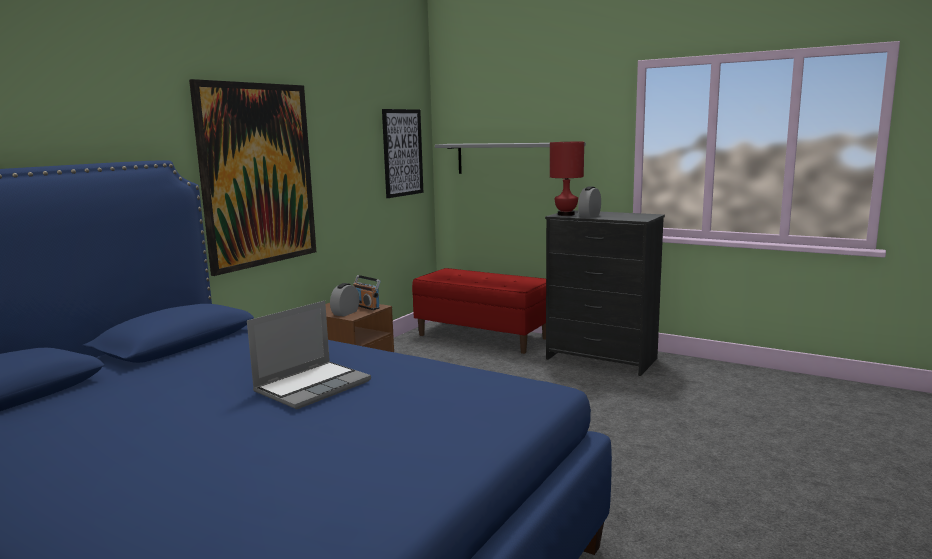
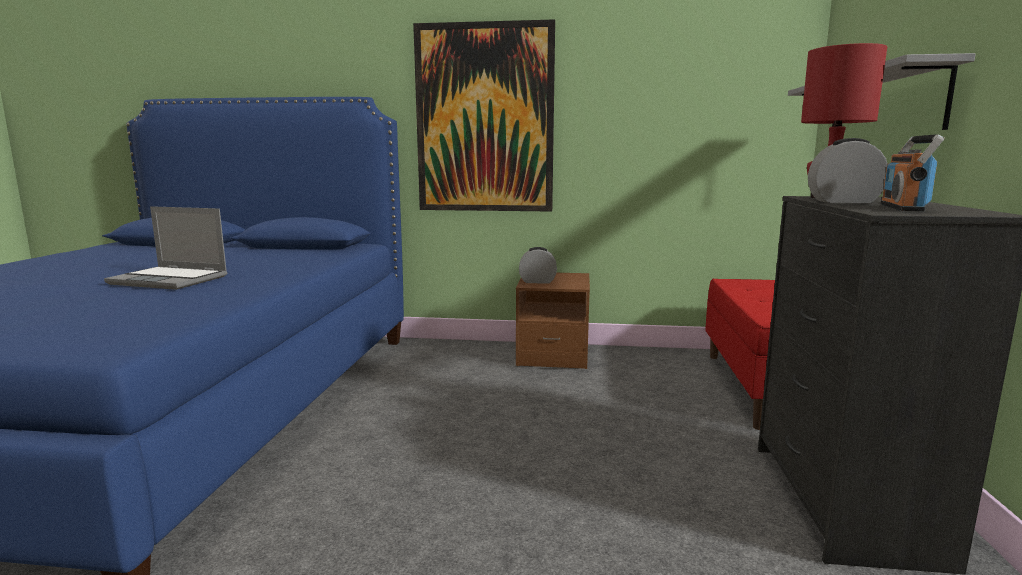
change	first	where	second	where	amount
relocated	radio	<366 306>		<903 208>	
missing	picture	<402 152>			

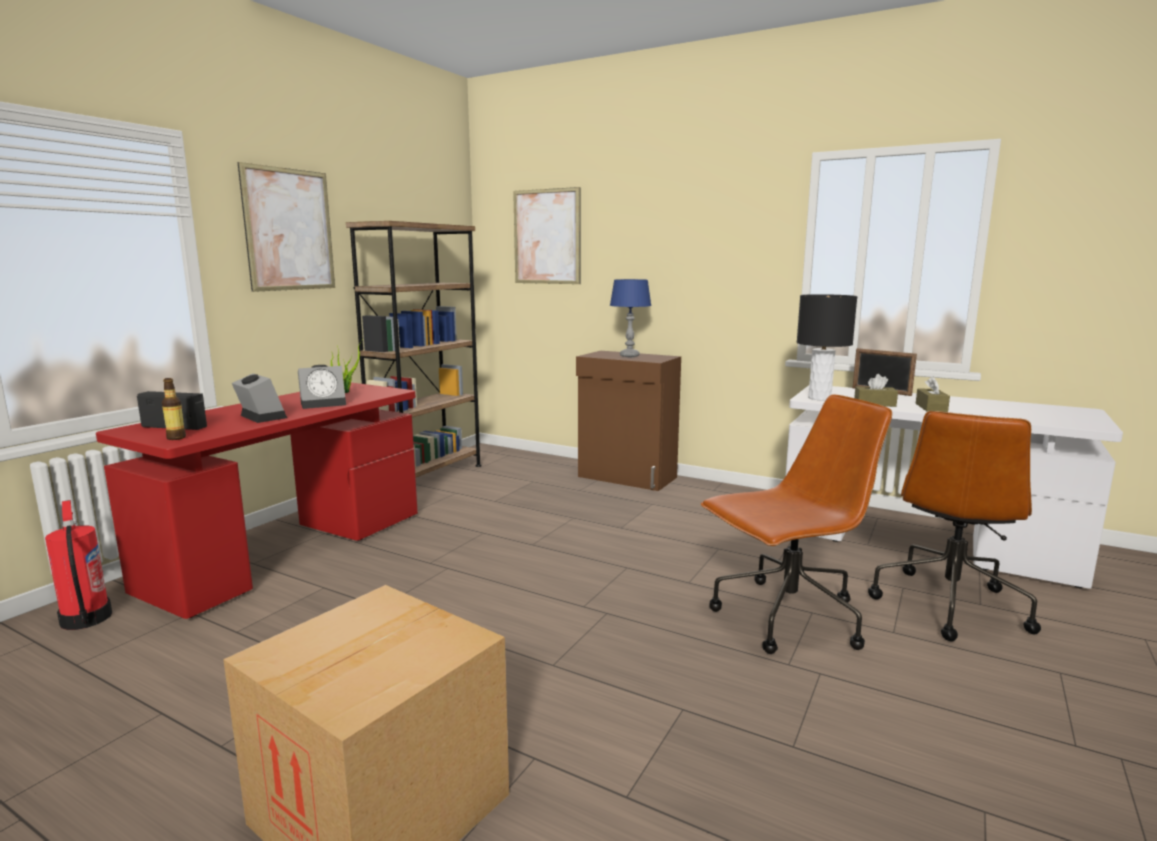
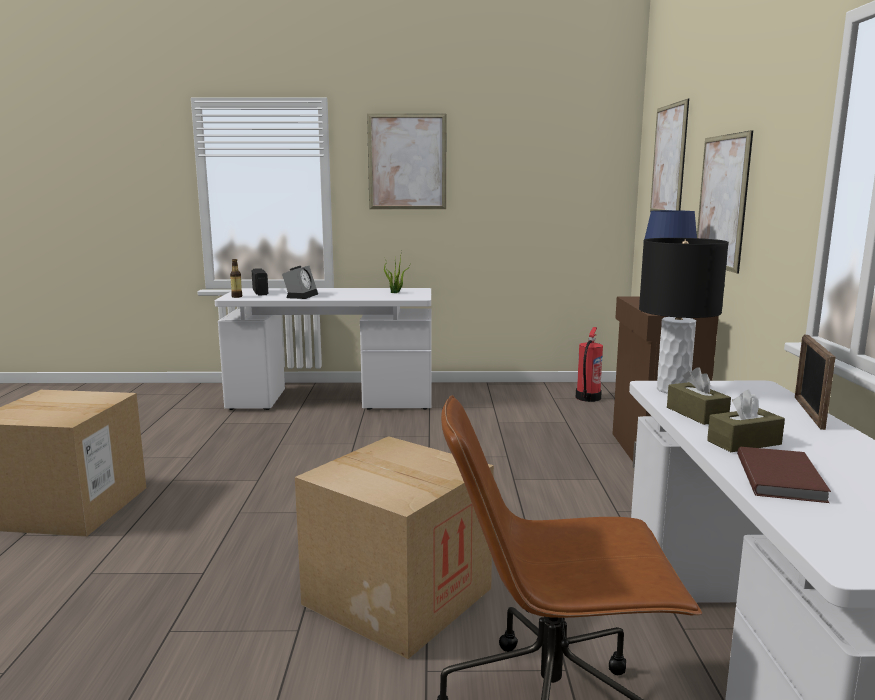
change	first	where	second	where	amount
relocated	fire_extinguisher	<85 619>		<587 398>	
colour	red_desk	<291 550>	white_desk	<332 400>	
missing	alarm_clock	<324 403>			
missing	brown_bookcase	<427 476>			
exchanged	brown_office_chair	<786 618>	cardboard_box	<398 596>	
appeared			picture	<722 202>	
appeared			brown_book	<782 477>	

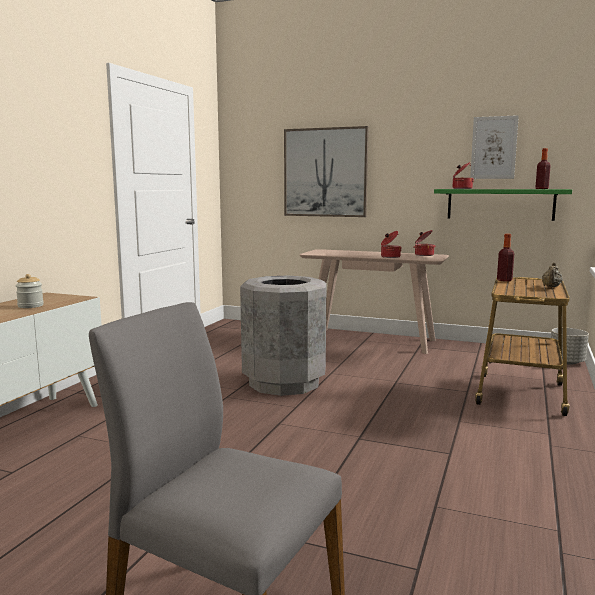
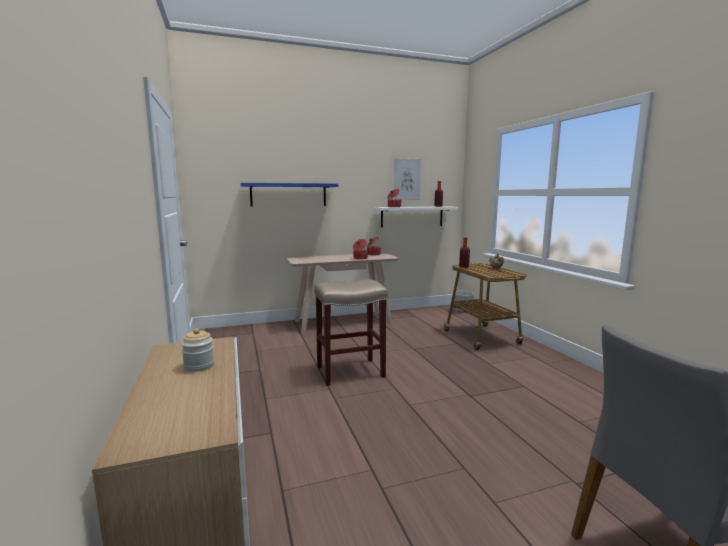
change	first	where	second	where	amount
exchanged	grey_trash_can	<284 382>	beige_stool	<351 371>	
exchanged	picture	<325 172>	blue_shelf	<288 195>	
colour	green_shelf	<500 204>	white_shelf	<412 216>	

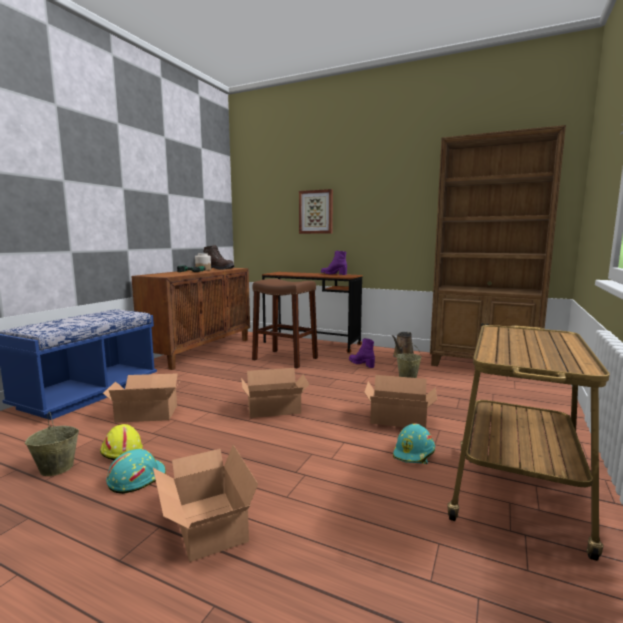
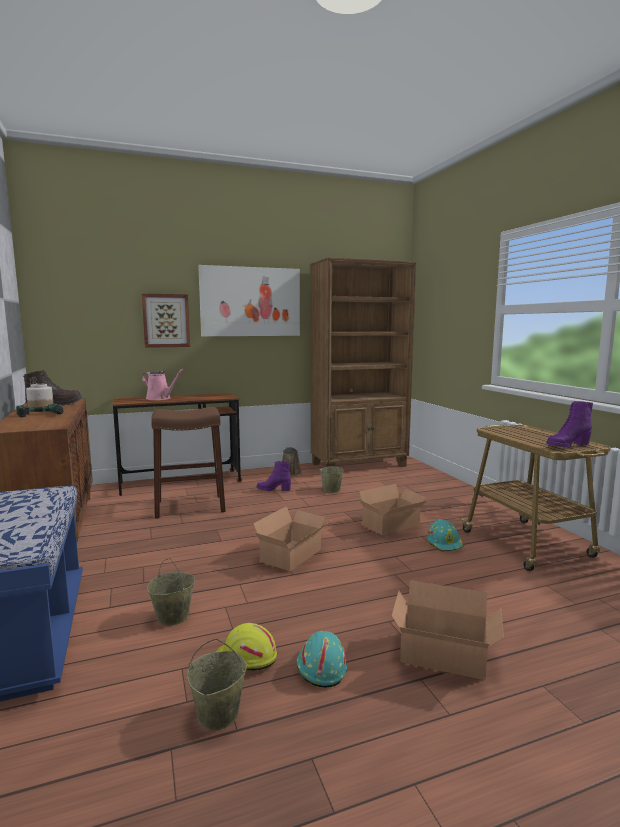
change	first	where	second	where	amount
exchanged	cardboard_box	<146 413>	beige_bucket	<172 617>	
relocated	purple_boot	<333 274>		<567 445>	
appeared			pink_watering_can	<160 398>	
appeared			picture	<250 302>	

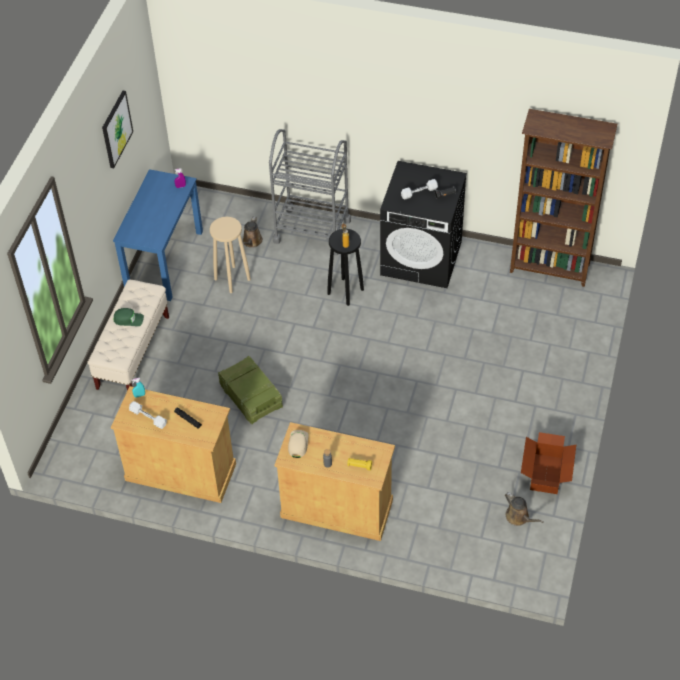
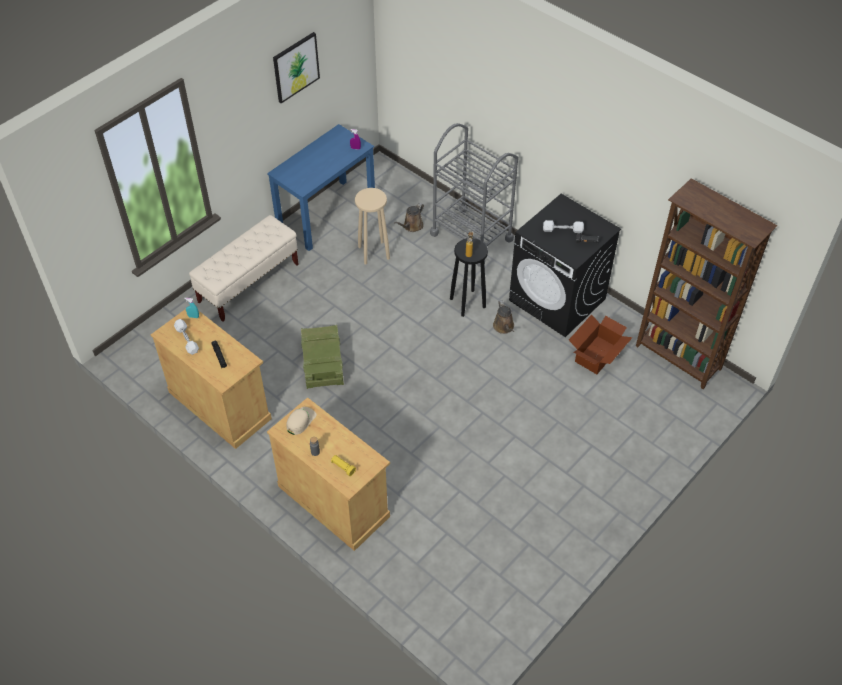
change	first	where	second	where	amount
missing	green_cap	<128 319>			
relocated	brown_watering_can	<519 517>		<504 327>	
relocated	cardboard_box	<546 473>		<597 355>	

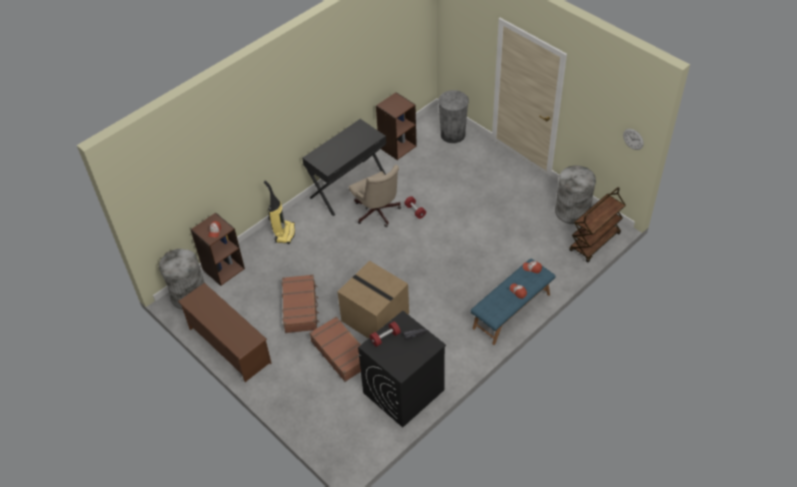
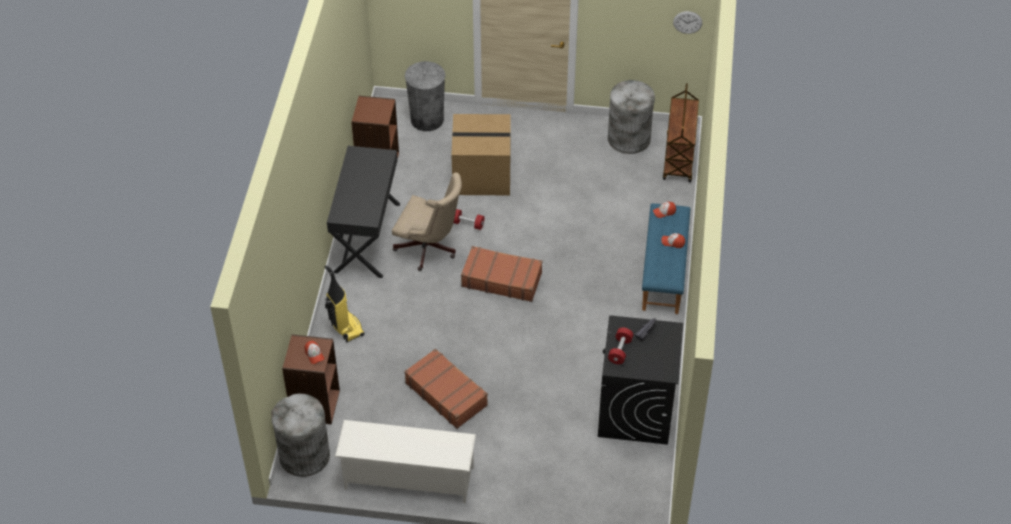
change	first	where	second	where	amount
colour	brown_shoe_rack	<229 345>	white_shoe_rack	<408 478>	
relocated	brown_suitcase	<341 352>		<501 279>	
relocated	cardboard_box	<374 317>		<481 175>	

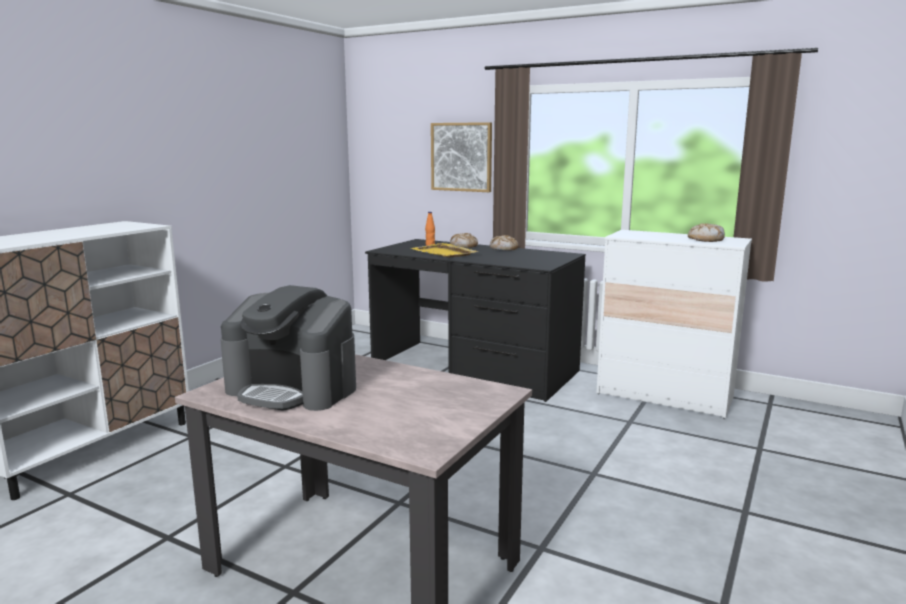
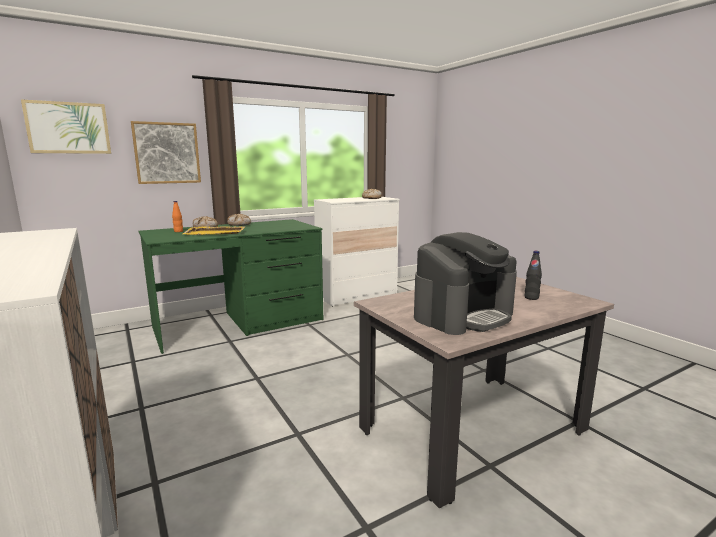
change	first	where	second	where	amount
colour	black_desk	<474 368>	green_desk	<239 323>	
appeared			picture	<68 128>	
appeared			black_bottle	<531 298>	

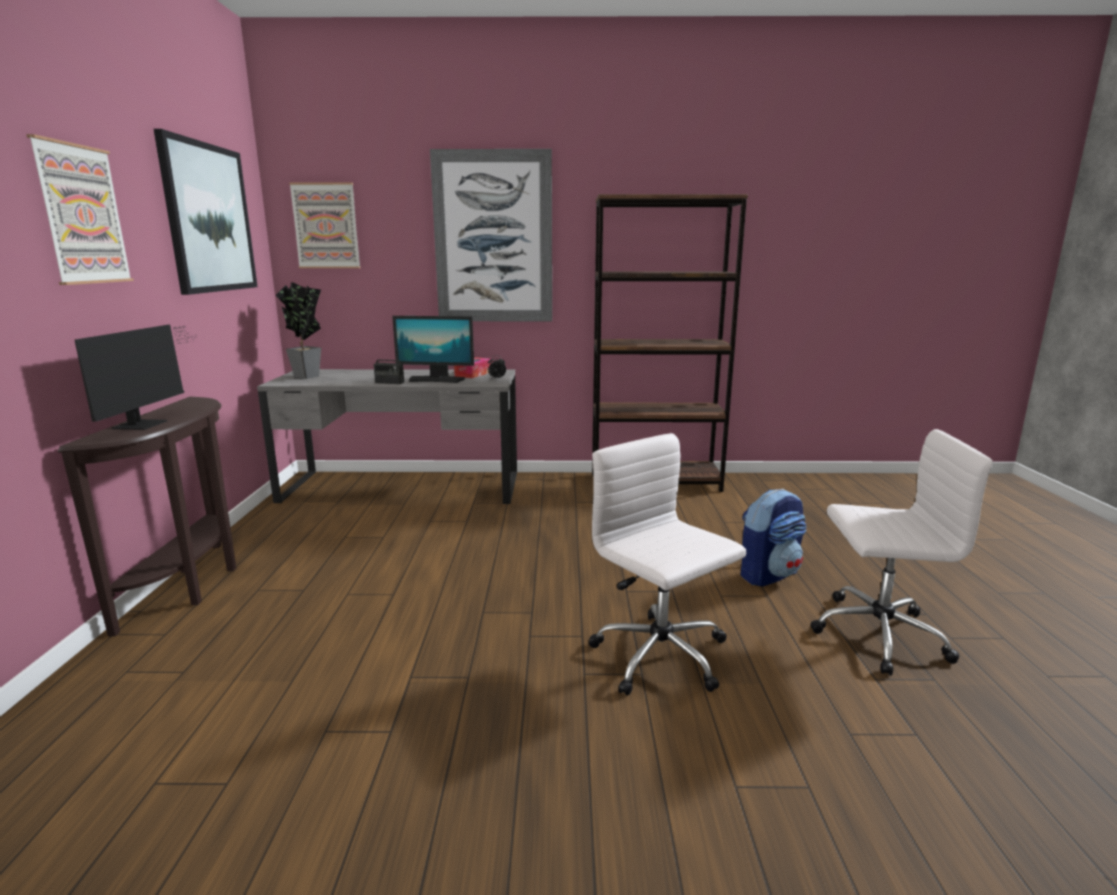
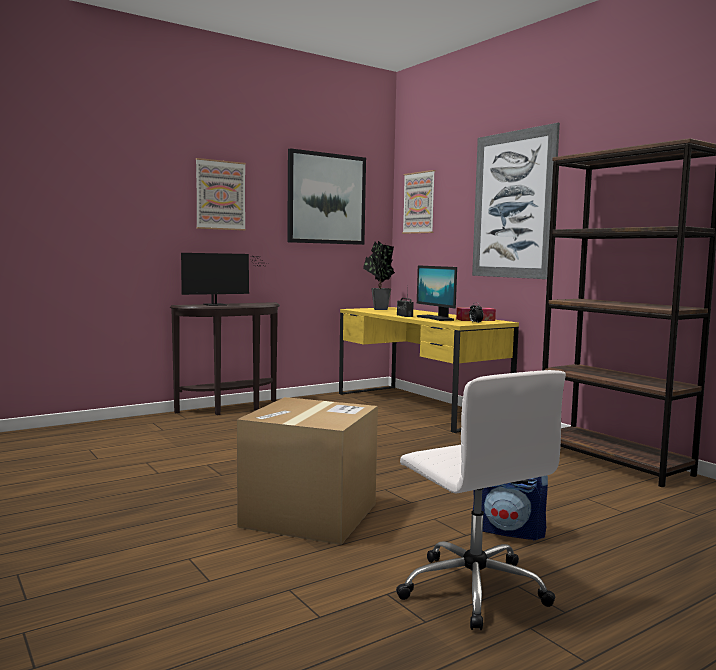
change	first	where	second	where	amount
colour	grey_desk	<402 487>	yellow_desk	<418 407>	
exchanged	white_office_chair	<661 657>	cardboard_box	<309 515>	

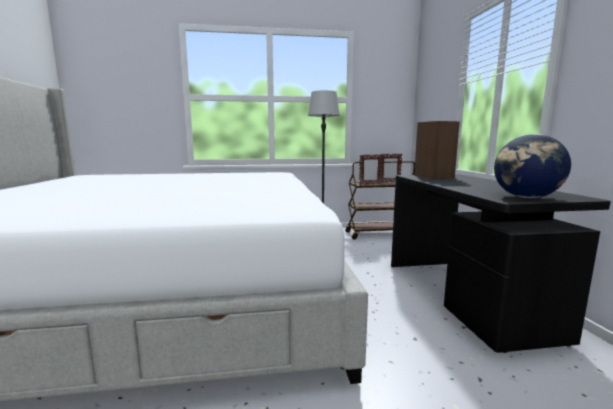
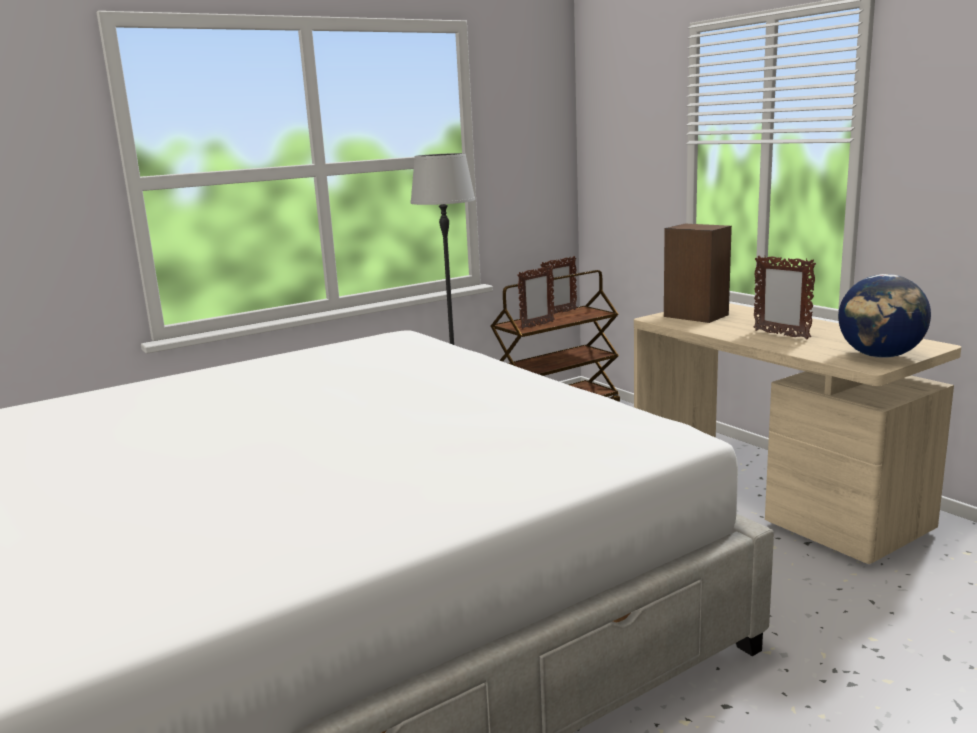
change	first	where	second	where	amount
colour	black_desk	<464 296>	beige_desk	<773 499>	
appeared			picture_frame	<781 334>	

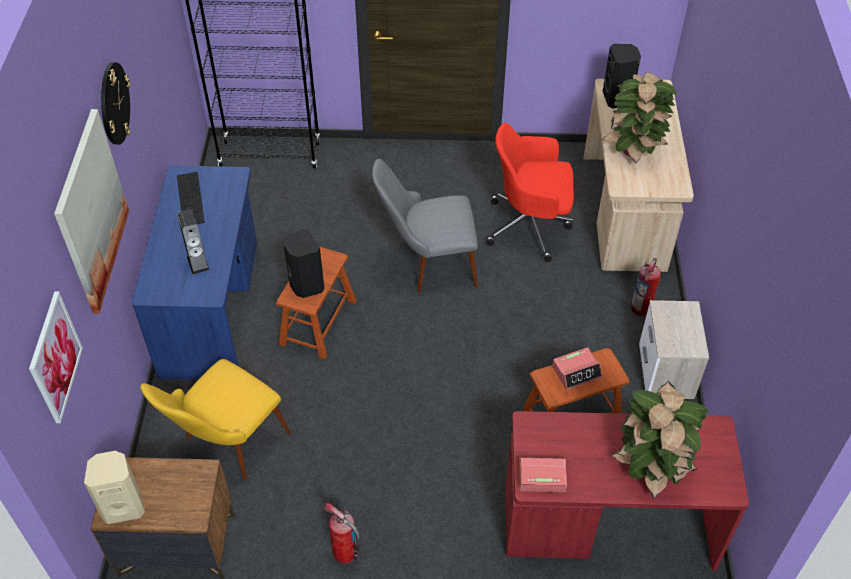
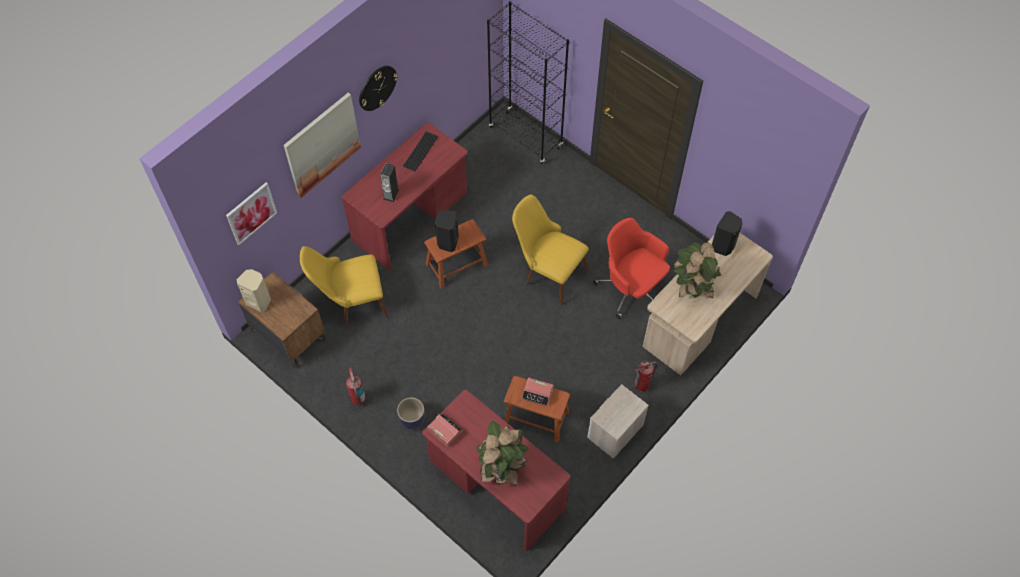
change	first	where	second	where	amount
colour	blue_desk	<212 307>	red_desk	<410 217>	
colour	grey_chair	<428 264>	yellow_chair	<547 272>	
appeared			planter	<412 419>	

